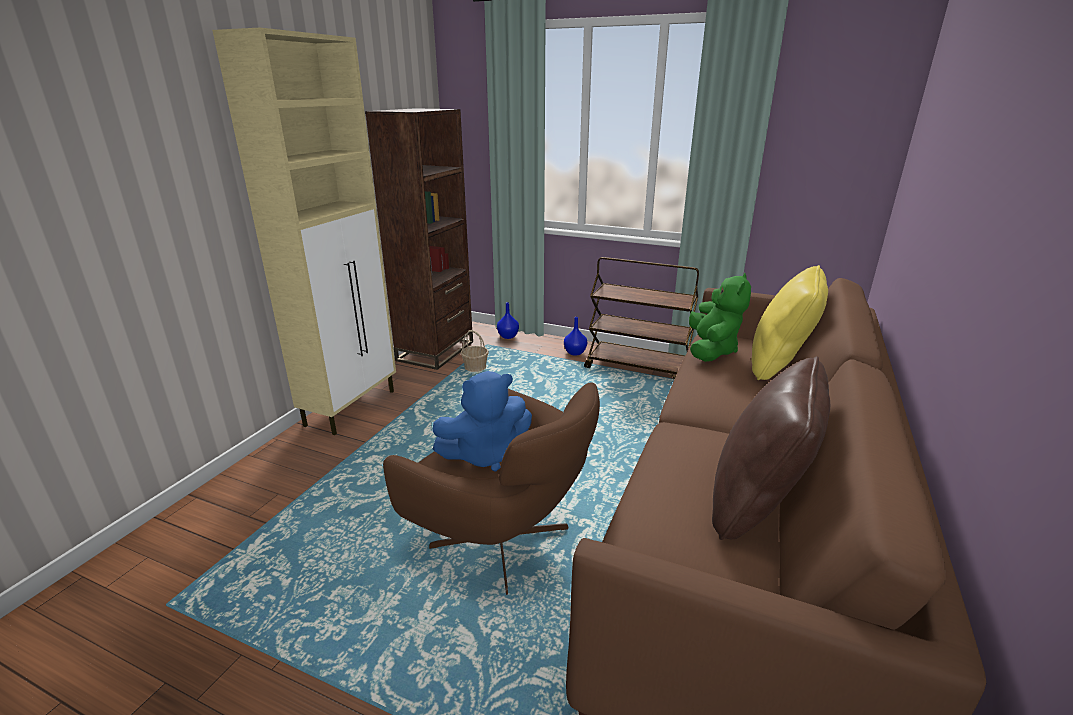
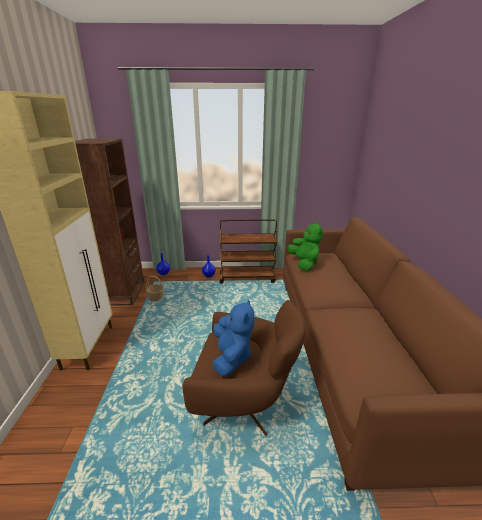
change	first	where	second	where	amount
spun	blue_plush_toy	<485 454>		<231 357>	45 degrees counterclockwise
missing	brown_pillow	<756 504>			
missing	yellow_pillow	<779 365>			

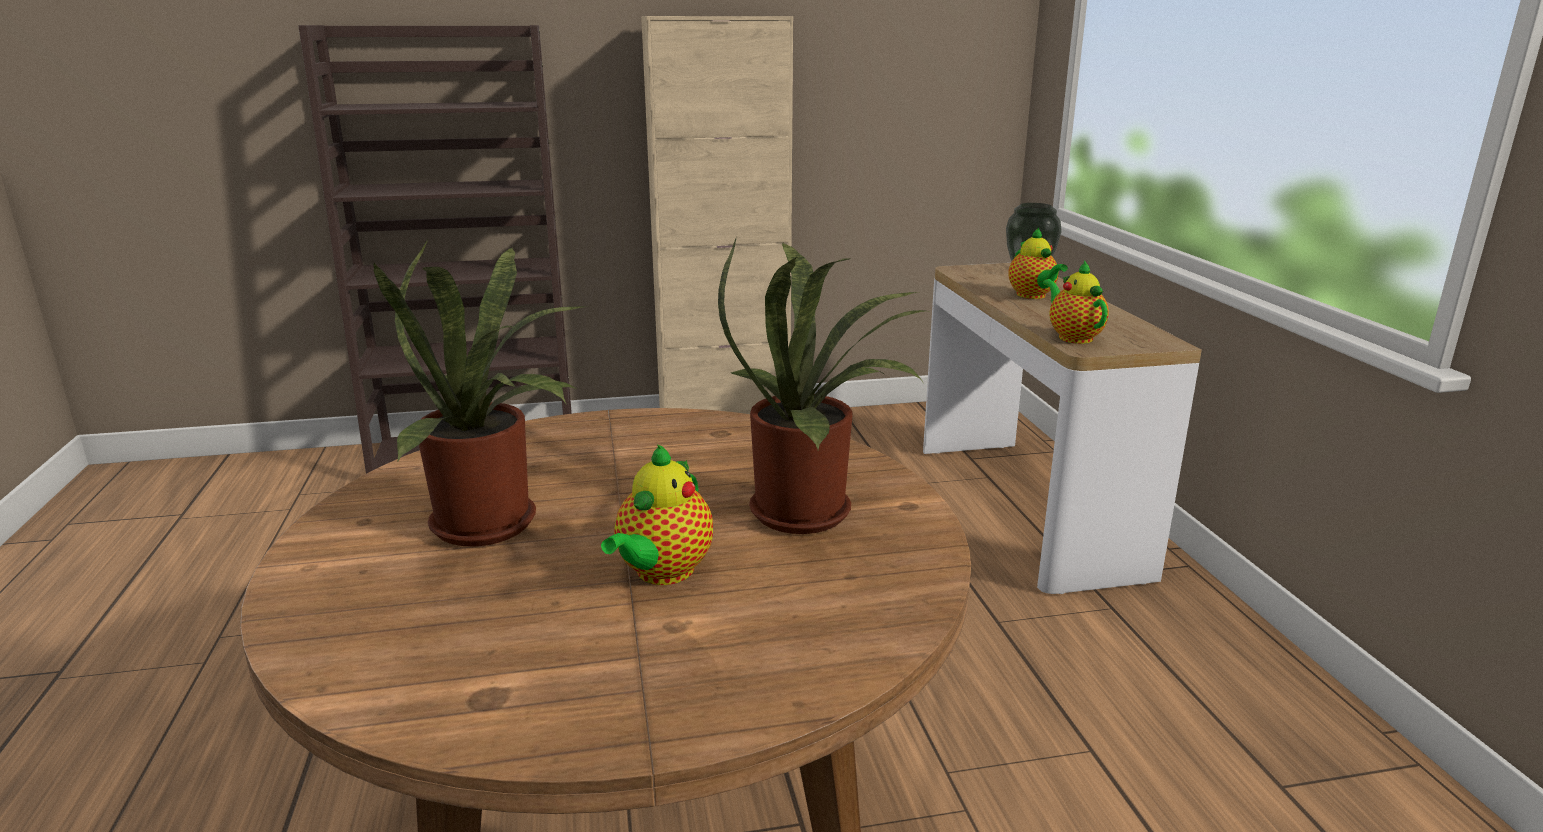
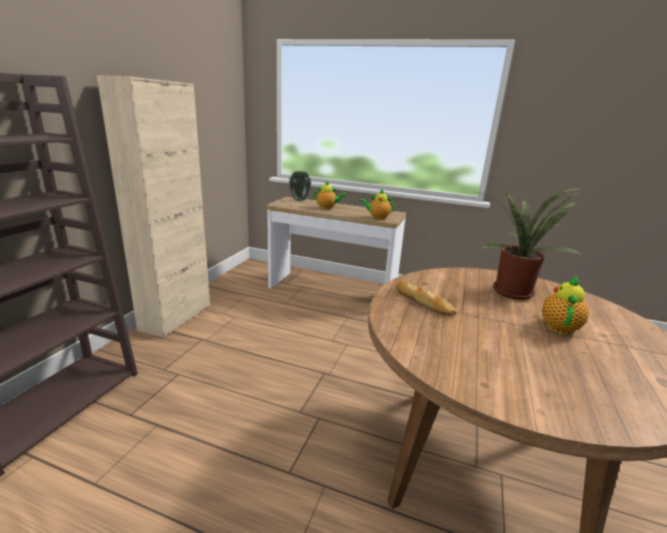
change	first	where	second	where	amount
missing	potted_plant	<495 526>			
spun	teapot	<662 573>		<559 326>	120 degrees counterclockwise
appeared			bread	<423 302>	

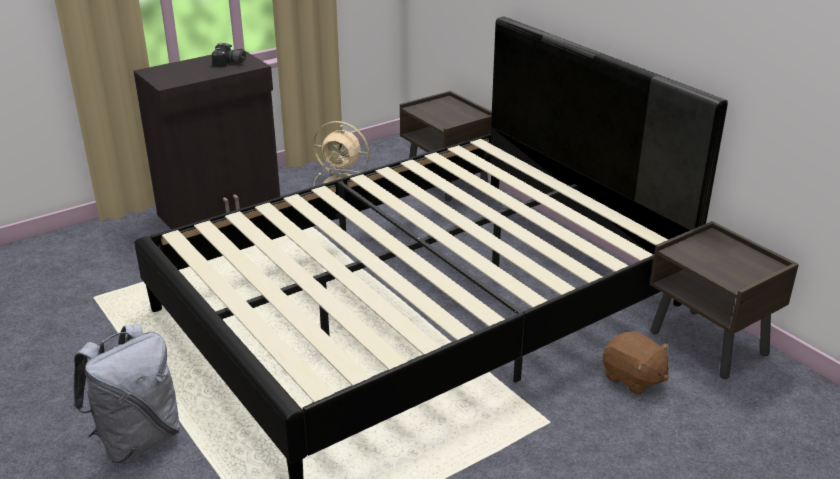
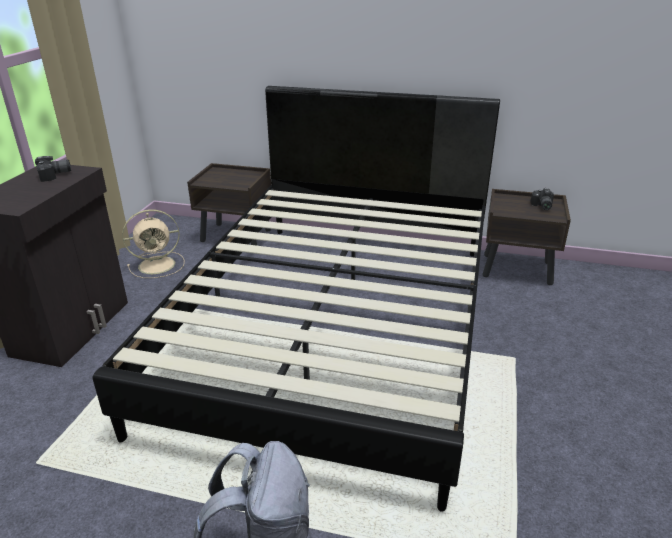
change	first	where	second	where	amount
missing	brown_plush_toy	<633 378>			
appeared			photo_camera	<541 206>	

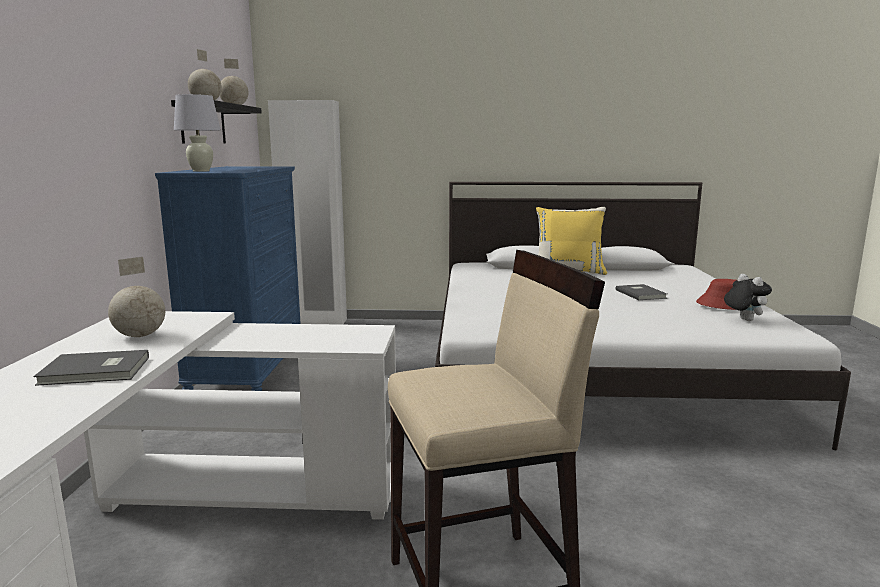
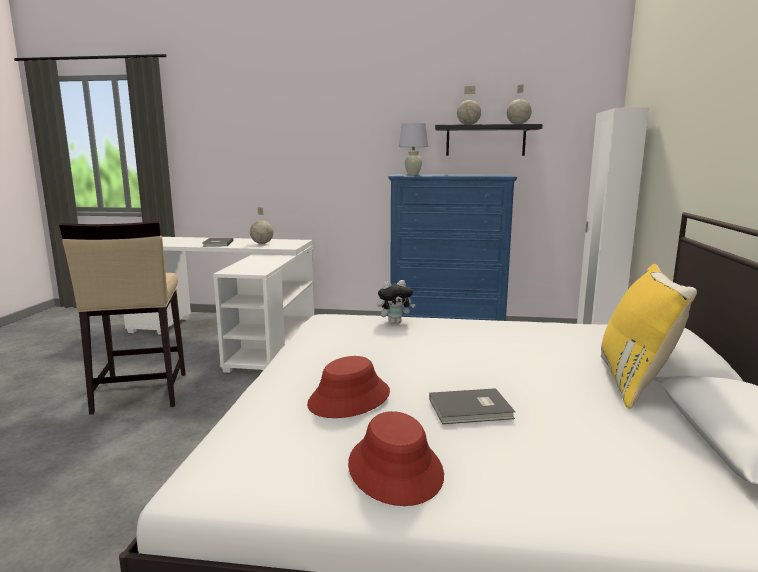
change	first	where	second	where	amount
relocated	plush_toy	<743 320>		<395 322>	
appeared			red_hat	<349 398>	

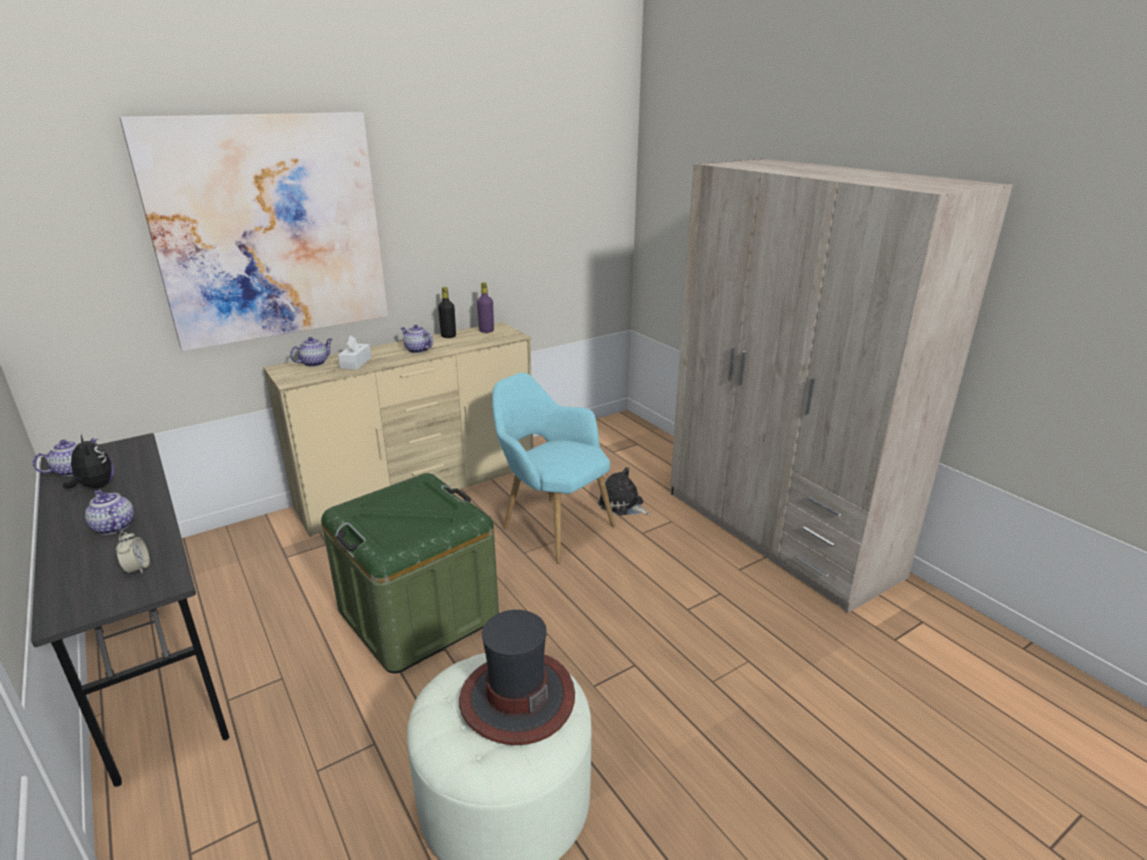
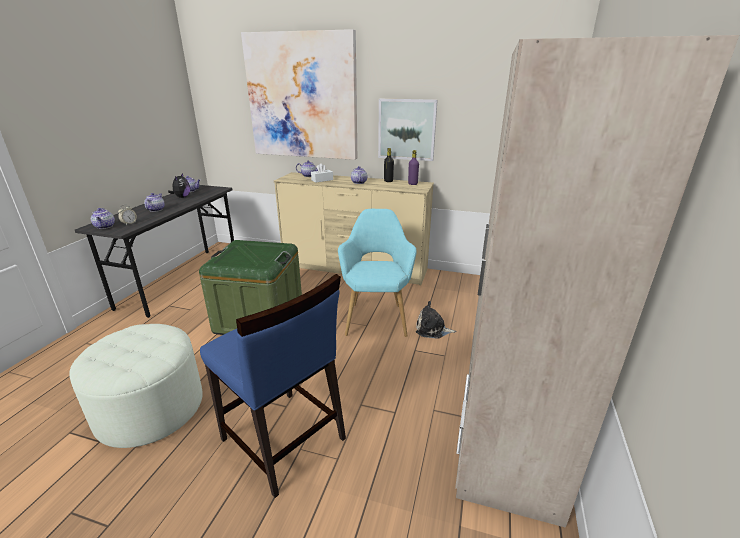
change	first	where	second	where	amount
missing	hat	<516 698>			
spun	plush_toy	<622 505>		<432 329>	75 degrees counterclockwise
appeared			teapot	<105 227>	
appeared			blue_chair	<283 440>	
appeared			picture	<407 129>	

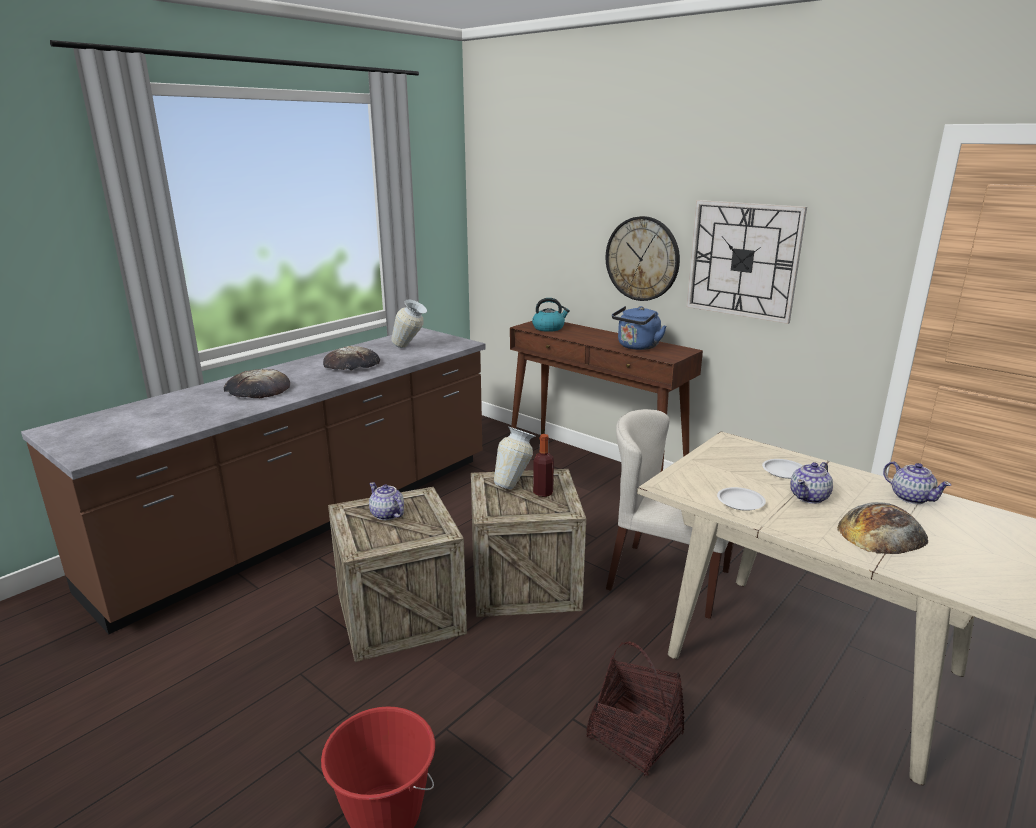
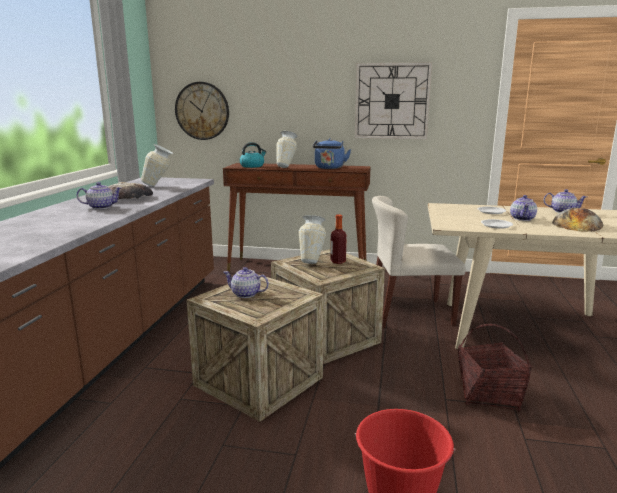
change	first	where	second	where	amount
missing	bread	<257 390>			
relocated	wall_clock	<642 259>		<202 111>	
appeared			teapot	<101 207>	
appeared			vase	<287 167>	

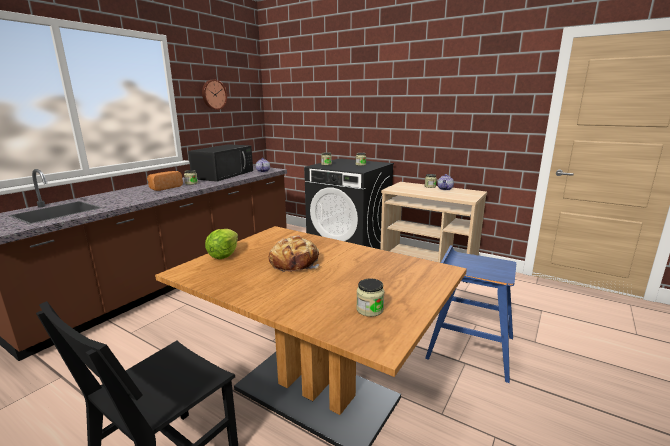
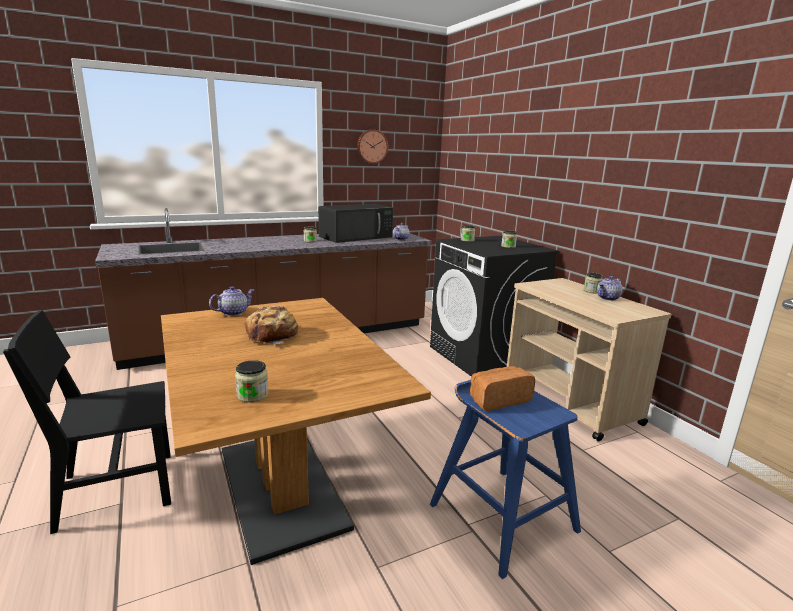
change	first	where	second	where	amount
relocated	bread	<165 188>		<498 399>	
exchanged	lettuce	<224 254>	teapot	<233 312>	

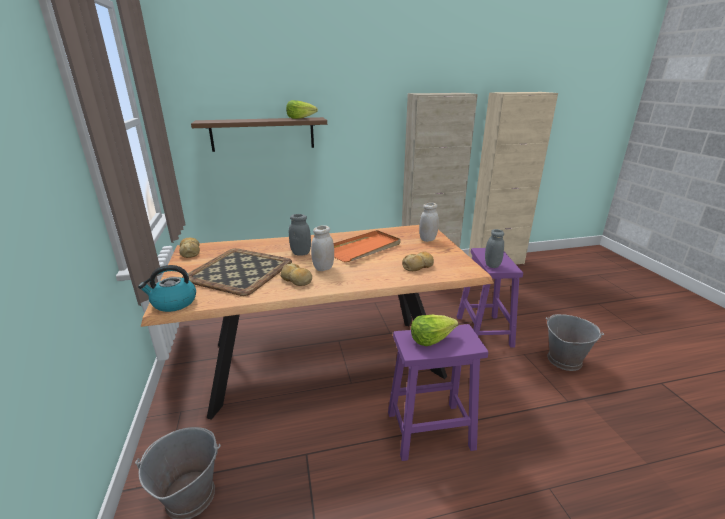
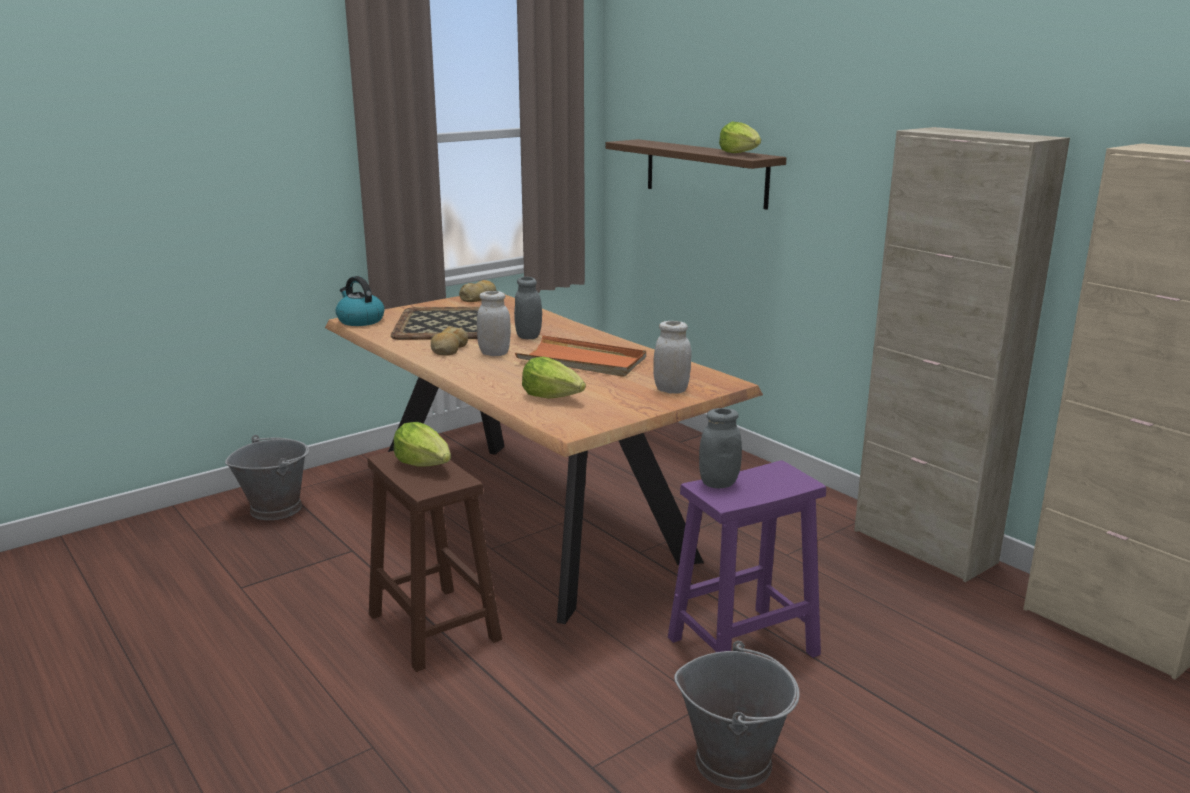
change	first	where	second	where	amount
colour	purple_stool	<428 431>	brown_stool	<432 626>	
exchanged	bread	<418 266>	lettuce	<553 397>	

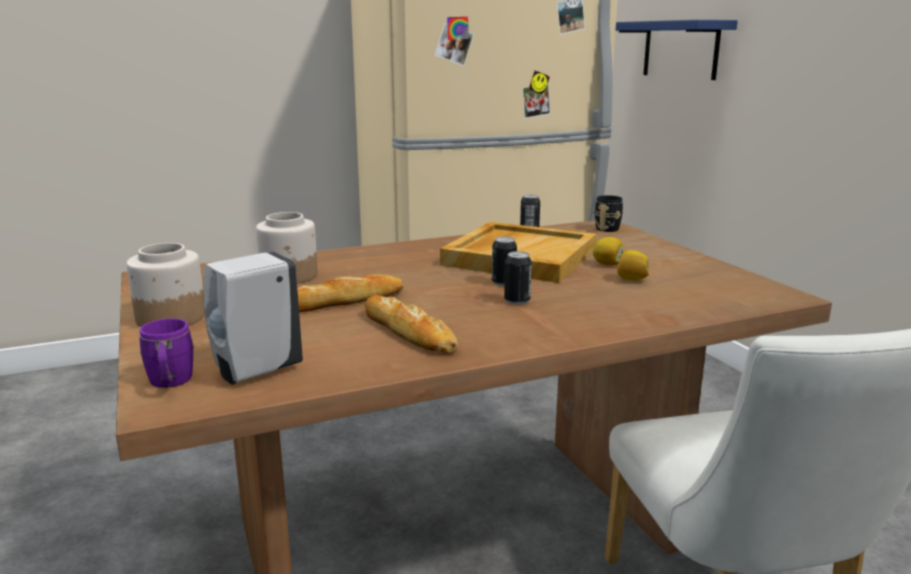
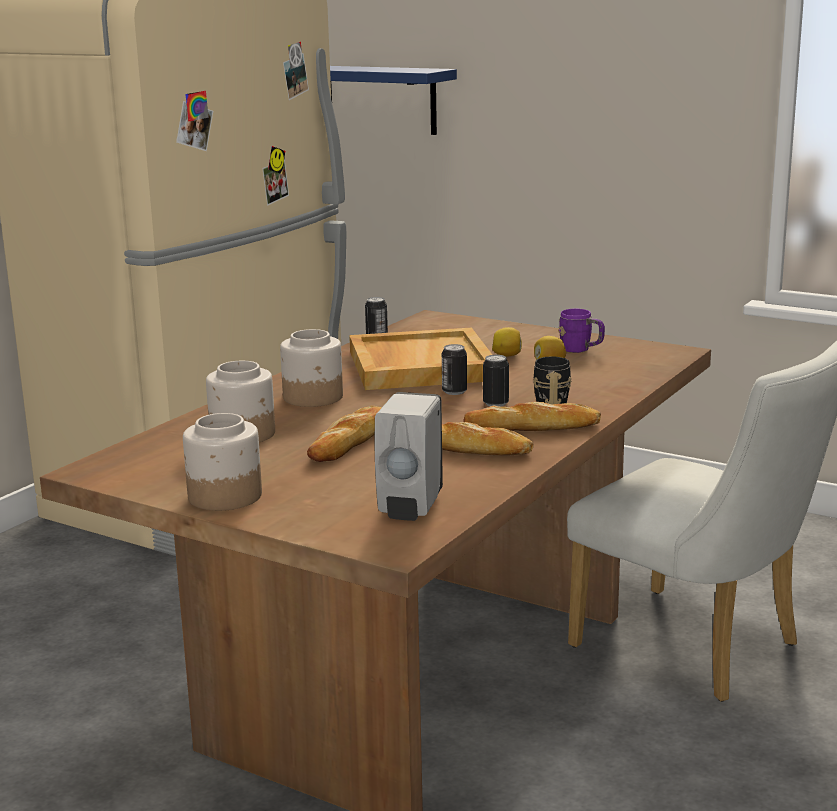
change	first	where	second	where	amount
relocated	purple_mug	<170 384>		<581 350>	
relocated	black_mug	<609 228>		<551 400>	
appeared			jar	<313 397>	
appeared			bread	<533 427>	

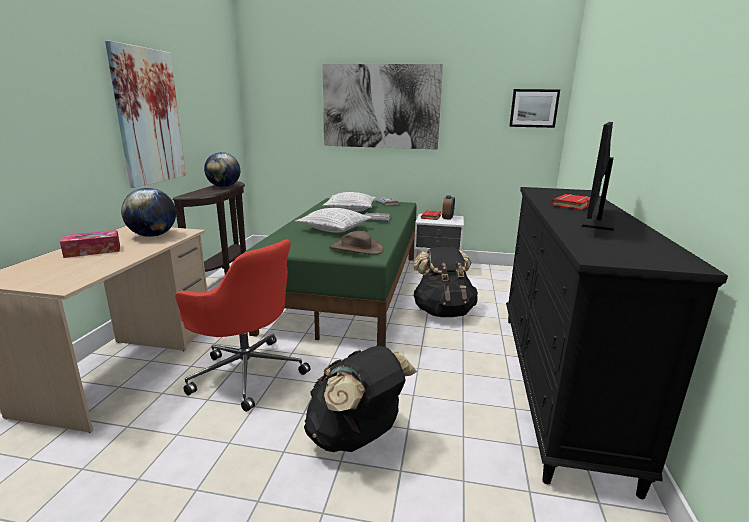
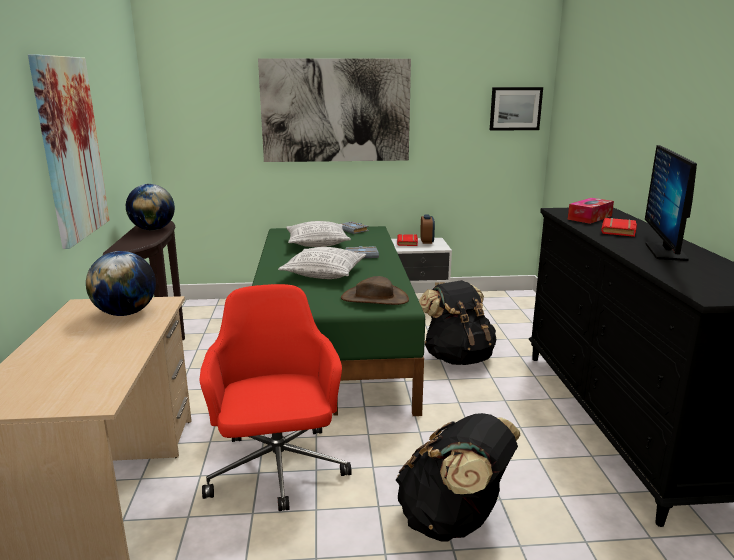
change	first	where	second	where	amount
relocated	tissue_box	<93 251>		<589 217>	
spun	red_office_chair	<247 372>		<277 470>	120 degrees counterclockwise

